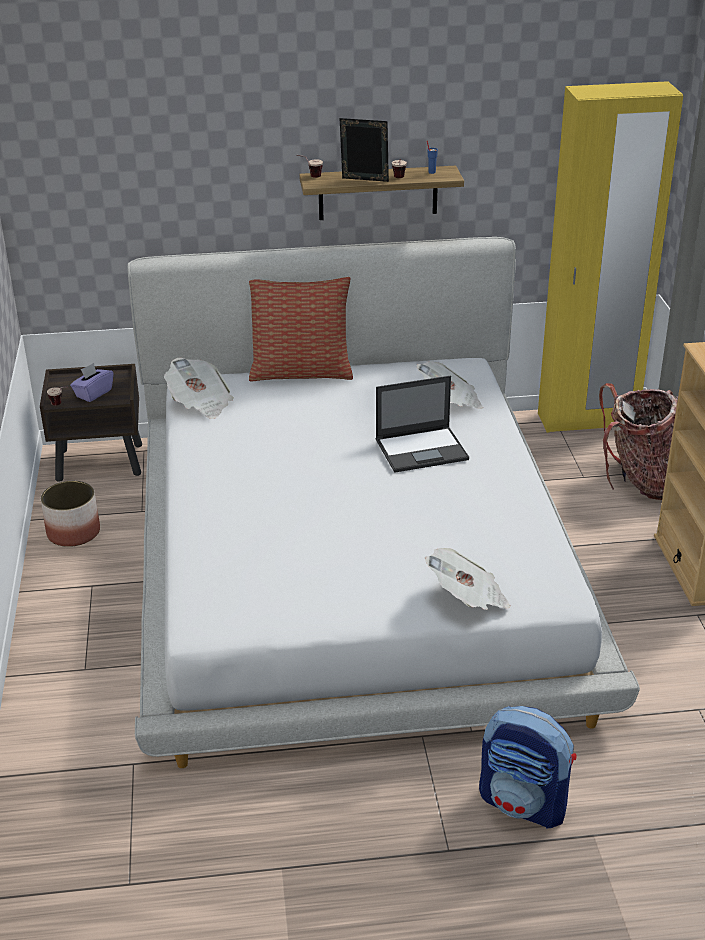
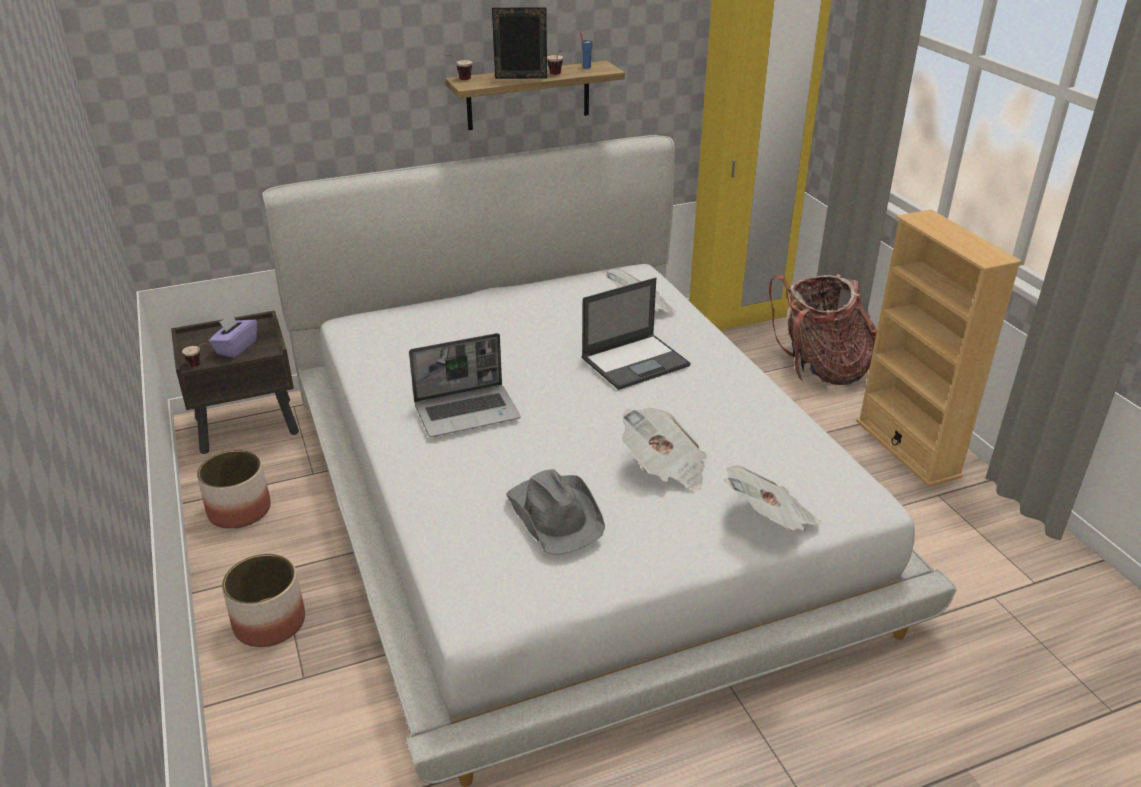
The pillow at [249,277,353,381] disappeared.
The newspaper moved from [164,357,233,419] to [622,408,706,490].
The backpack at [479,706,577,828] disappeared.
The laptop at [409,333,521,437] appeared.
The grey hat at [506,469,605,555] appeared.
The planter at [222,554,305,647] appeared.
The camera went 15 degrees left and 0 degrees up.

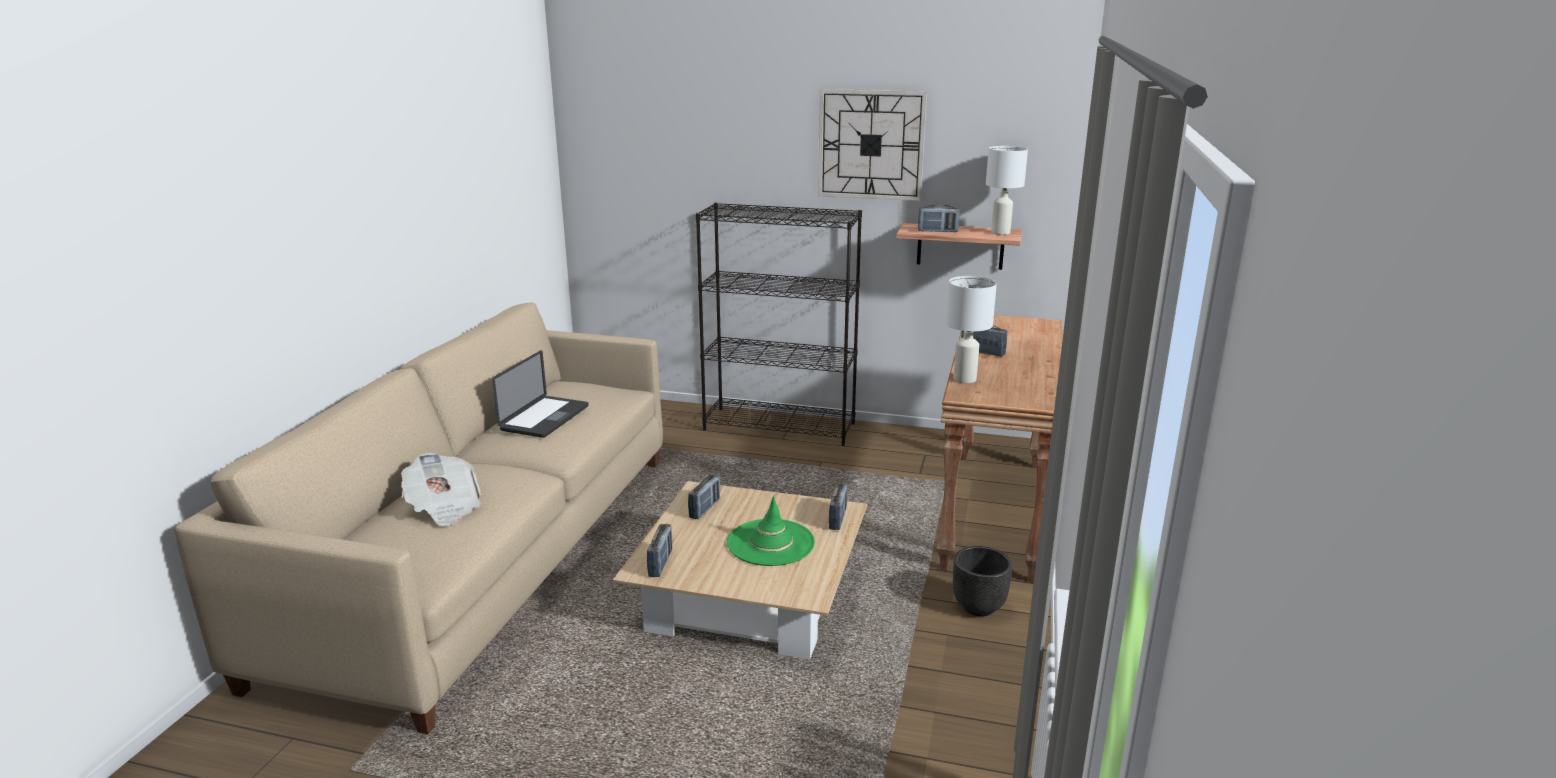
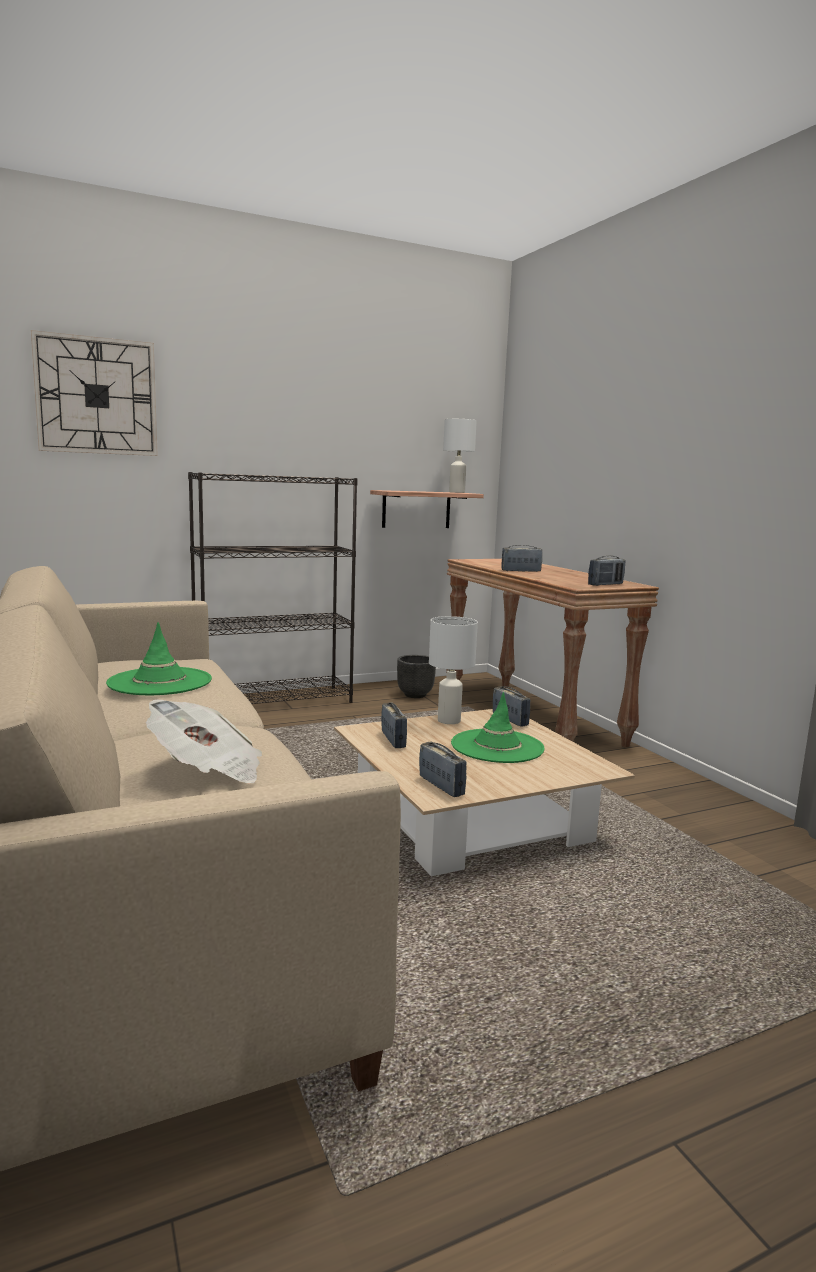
The wall clock moved from [818,89,927,201] to [31,330,158,456].
The radio moved from [918,205,960,232] to [588,555,625,586].
The white table lamp moved from [946,276,997,383] to [429,616,478,724].
The laptop at [492,350,589,438] was replaced by the green hat at [106,622,212,695].
The black planter moved from [953,546,1013,616] to [397,655,436,698].
The camera went 40 degrees left and 10 degrees down.

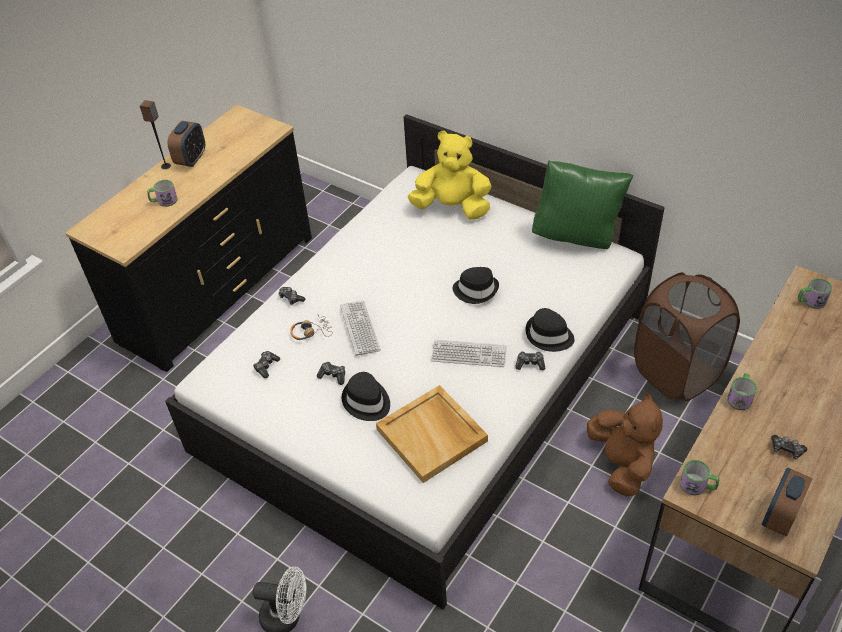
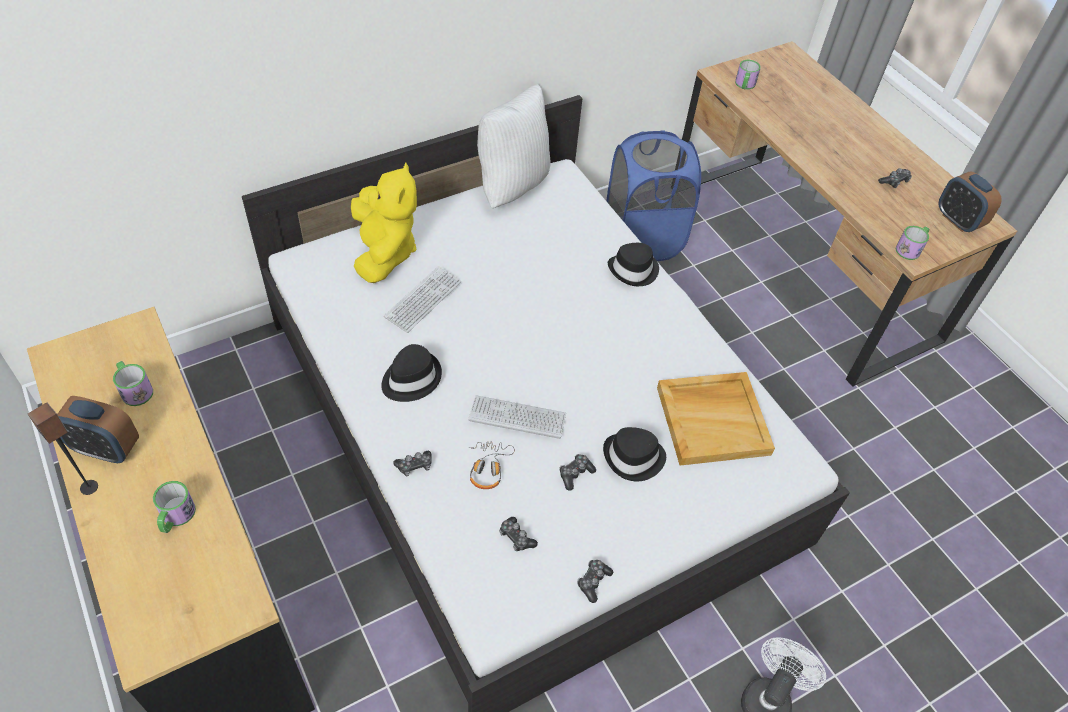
The alarm clock at [167,121,205,167] turned 150 degrees clockwise.
The yellow plush toy at [408,131,491,219] turned 135 degrees clockwise.
The green pillow at [532,160,633,249] became the white pillow at [477,84,551,208].
The black hat moved from [453,267,499,304] to [381,344,442,402].
The brown laundry basket at [634,272,740,401] became the blue laundry basket at [606,130,701,261].
The keyboard moved from [431,340,507,367] to [384,266,461,333].
The game controller moved from [515,351,545,370] to [577,560,613,603].
The mug moved from [727,373,757,410] to [113,361,153,406].
The brown plush toy at [587,393,663,496] disappeared.
The camera went 70 degrees left and 5 degrees up.

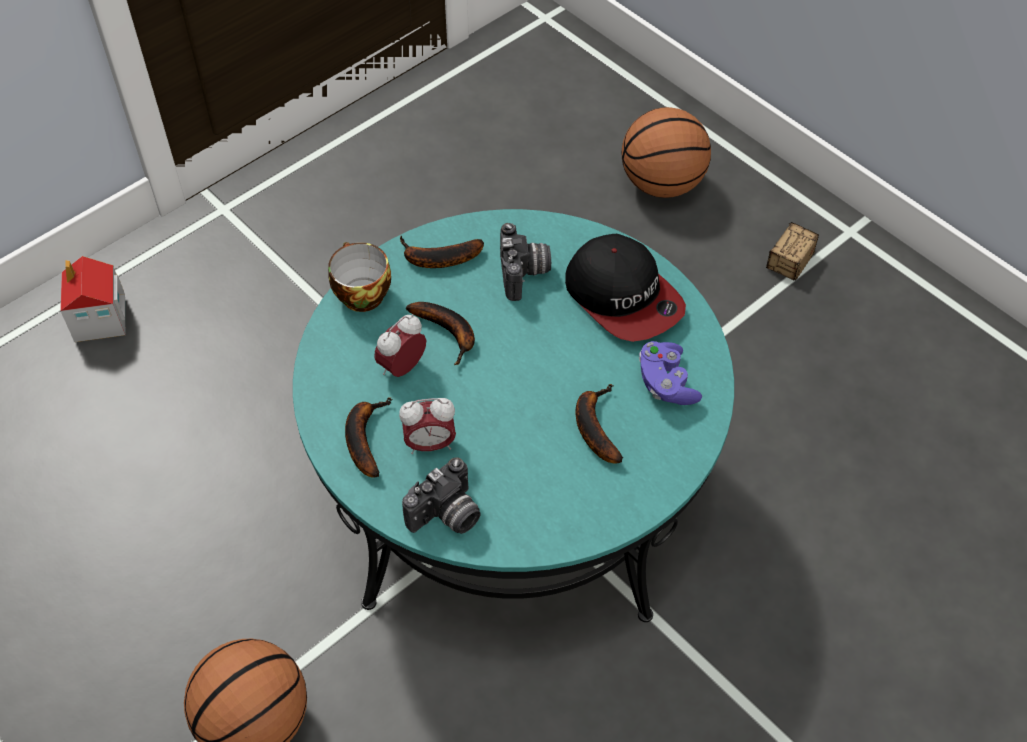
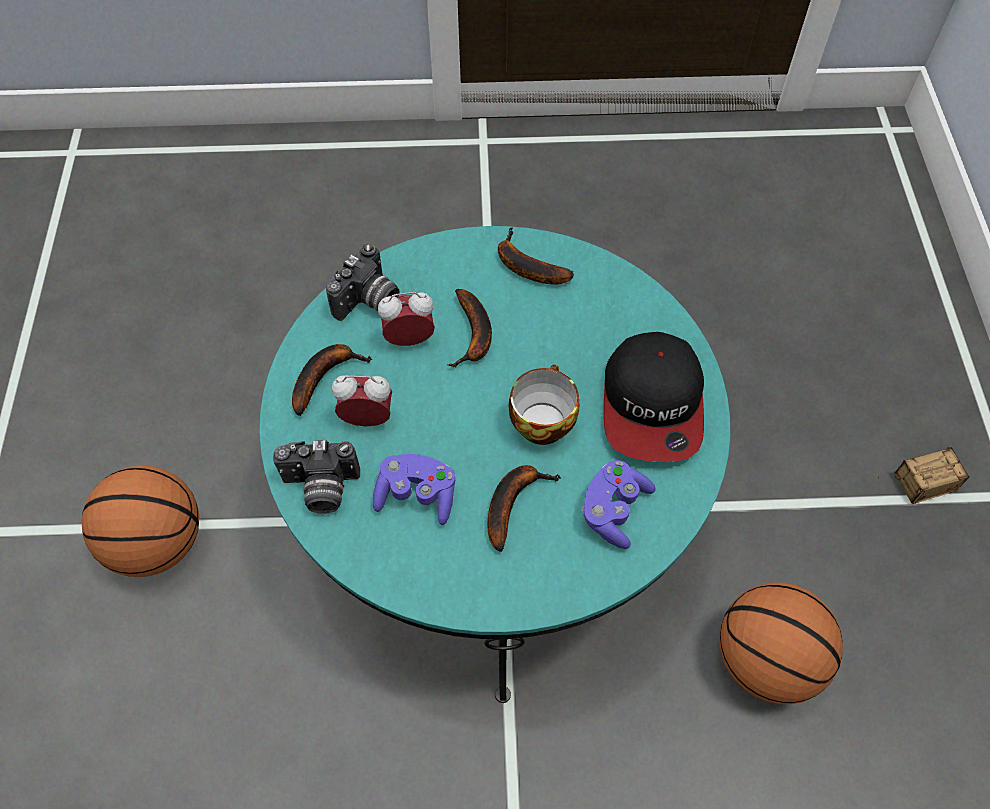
The basketball moved from [622,107,711,198] to [719,582,843,704].
The photo camera moved from [500,223,551,301] to [326,243,400,321].
The cup moved from [328,242,391,312] to [509,364,579,445].
The toy house at [60,256,125,342] disappeared.
The alarm clock at [399,398,456,454] turned 150 degrees clockwise.
The purple game controller at [373,454,455,525] appeared.
The camera went 40 degrees right and 5 degrees up.

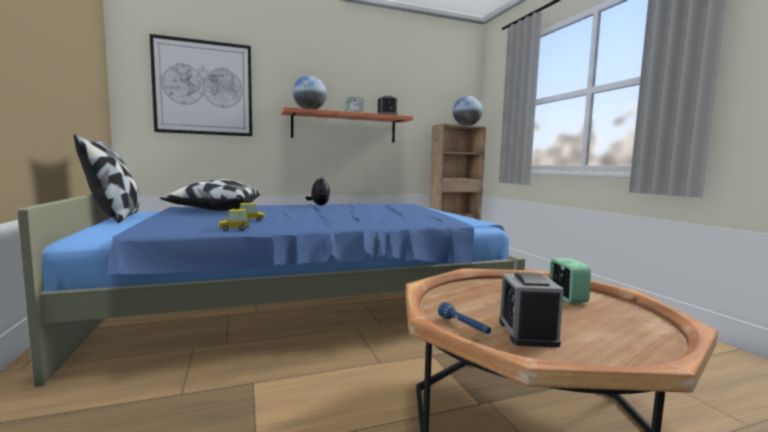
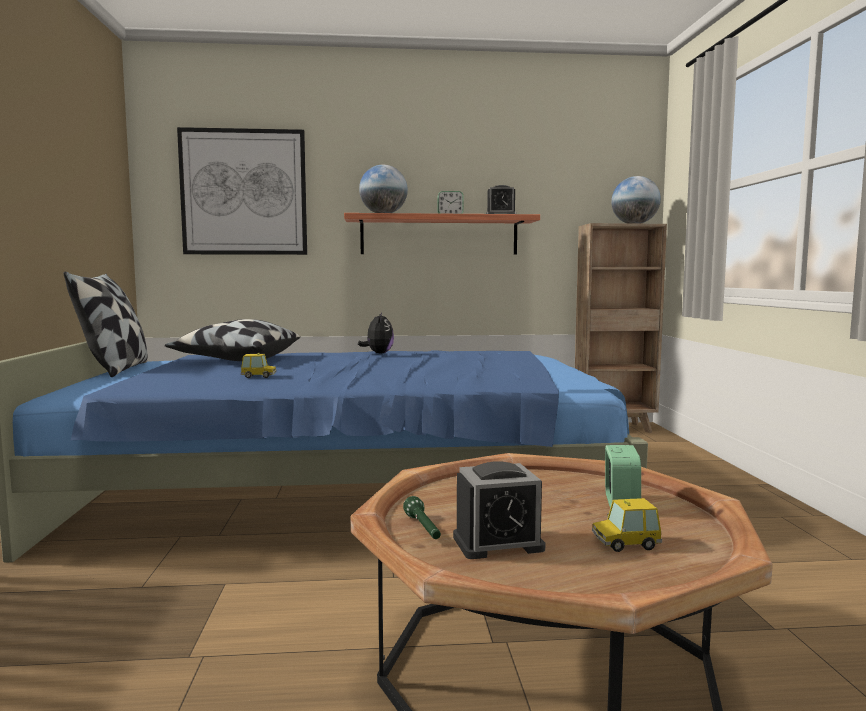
The toy car moved from [218,208,249,231] to [592,498,662,552].
The alarm clock at [499,273,564,347] turned 120 degrees counterclockwise.
The blue flashlight at [438,302,491,334] became the green flashlight at [403,496,441,539].
The camera went 15 degrees right and 0 degrees up.

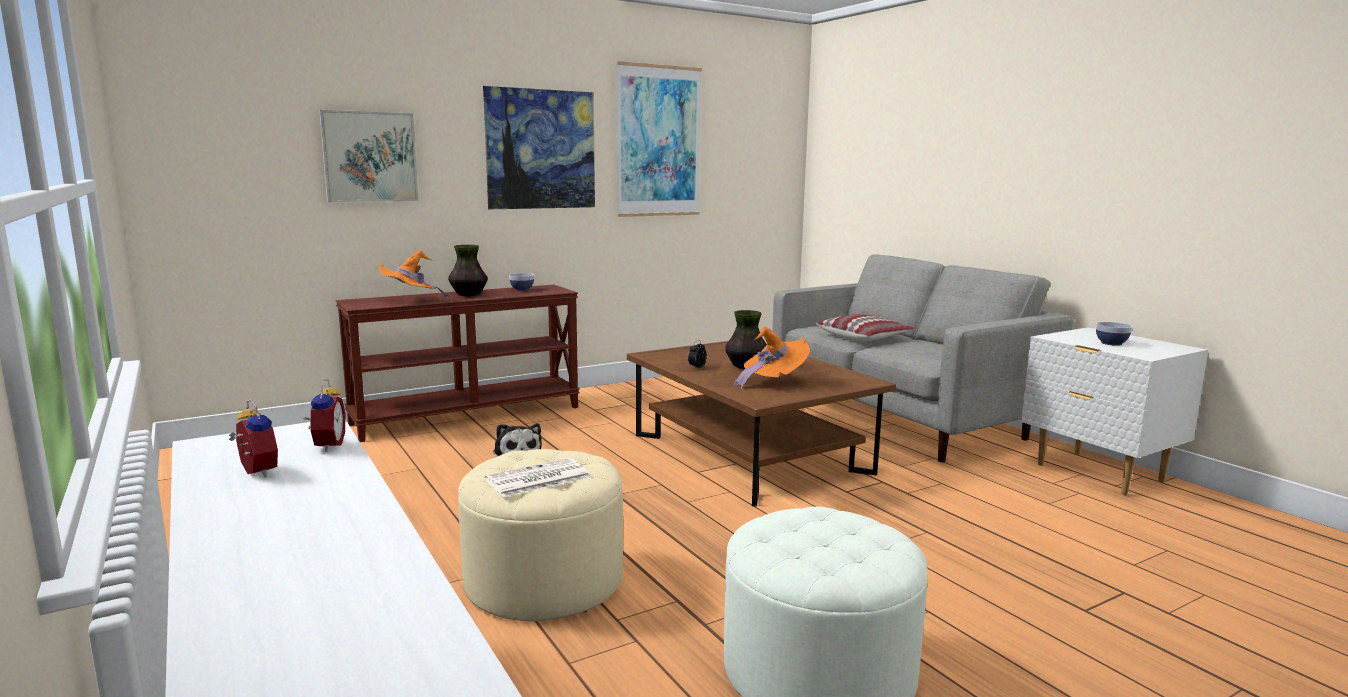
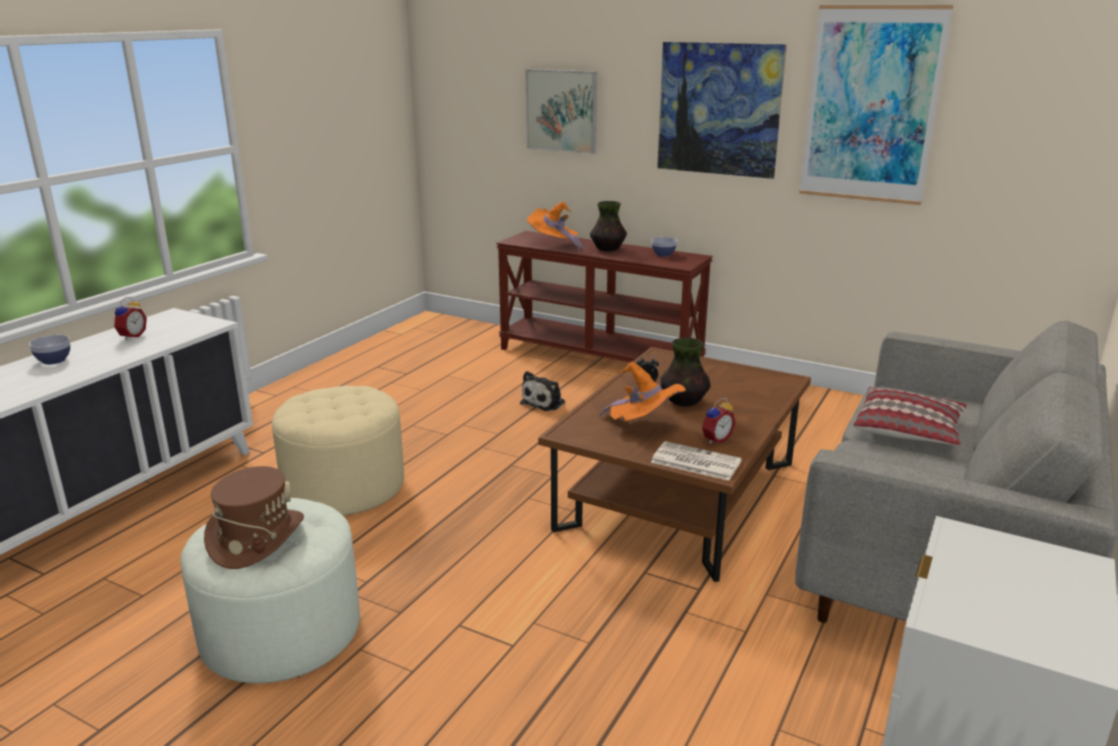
The bowl moved from [1096,322,1132,346] to [29,335,70,365].
The alarm clock moved from [304,379,345,452] to [702,398,736,444].
The newspaper moved from [485,458,591,497] to [651,441,742,481].
The brown hat at [204,466,304,569] appeared.
The camera went 60 degrees right and 10 degrees up.

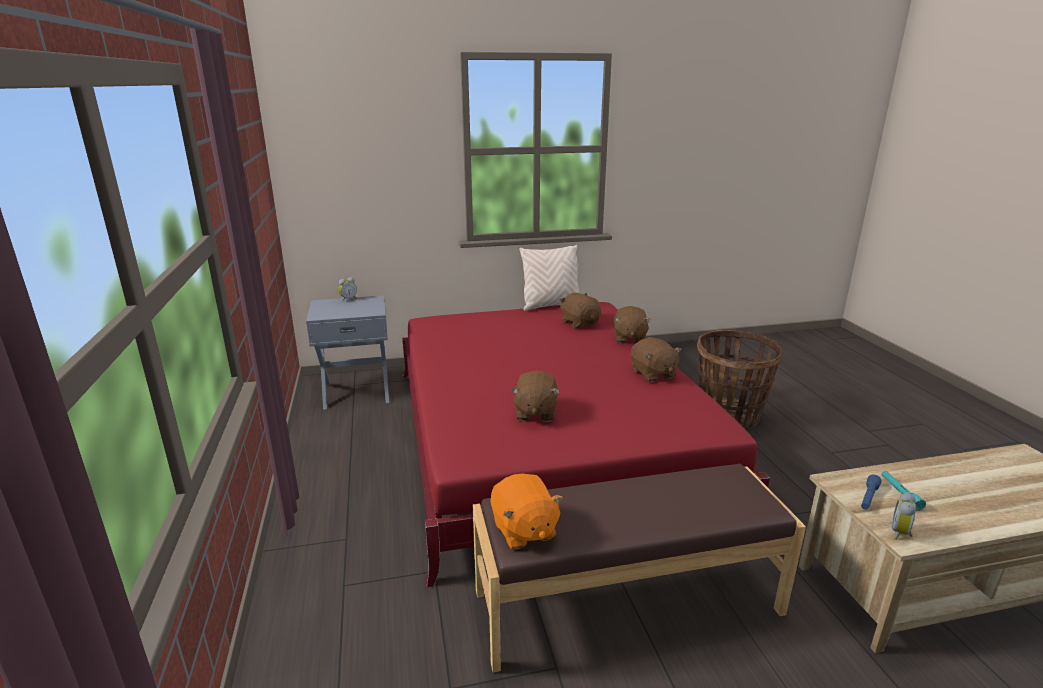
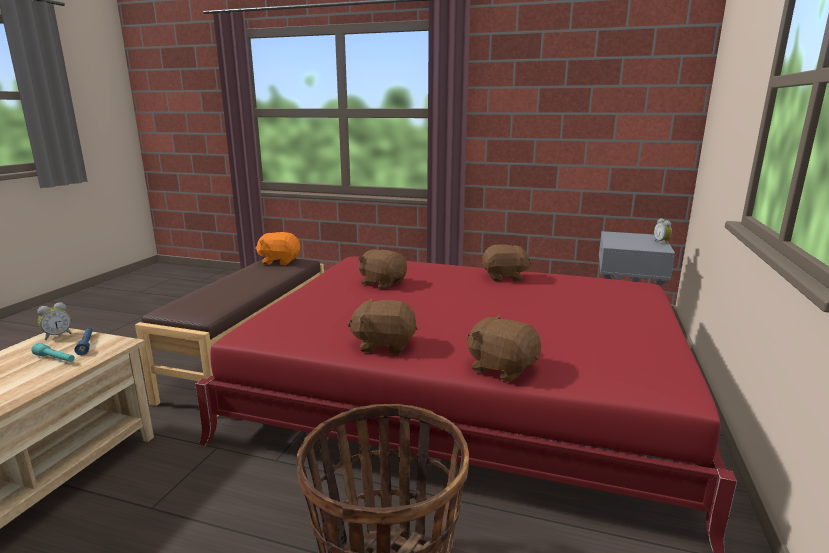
The beige pillow at [519,245,579,311] disappeared.
The brown plush toy moved from [560,293,601,328] to [481,244,532,282].
The alarm clock at [892,493,916,540] turned 75 degrees clockwise.
The camera went 120 degrees right and 5 degrees down.

